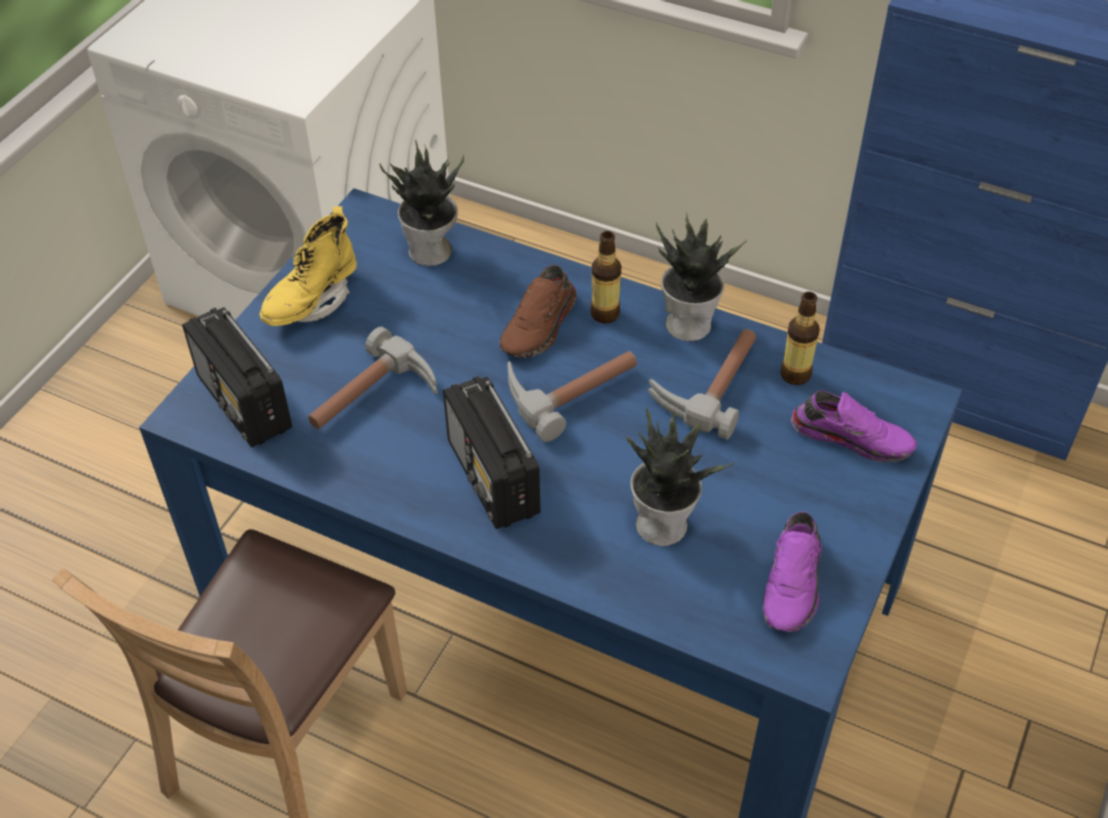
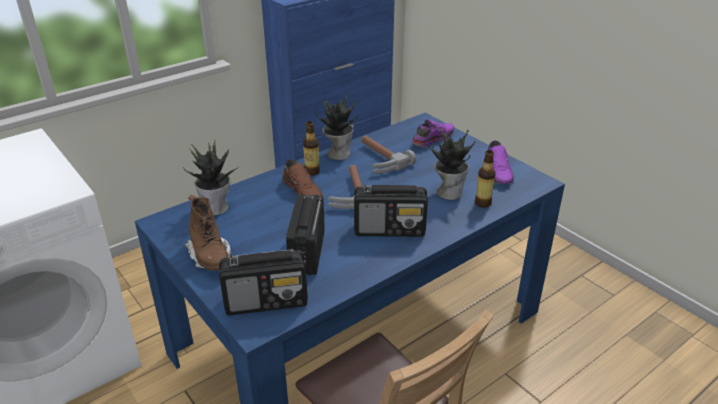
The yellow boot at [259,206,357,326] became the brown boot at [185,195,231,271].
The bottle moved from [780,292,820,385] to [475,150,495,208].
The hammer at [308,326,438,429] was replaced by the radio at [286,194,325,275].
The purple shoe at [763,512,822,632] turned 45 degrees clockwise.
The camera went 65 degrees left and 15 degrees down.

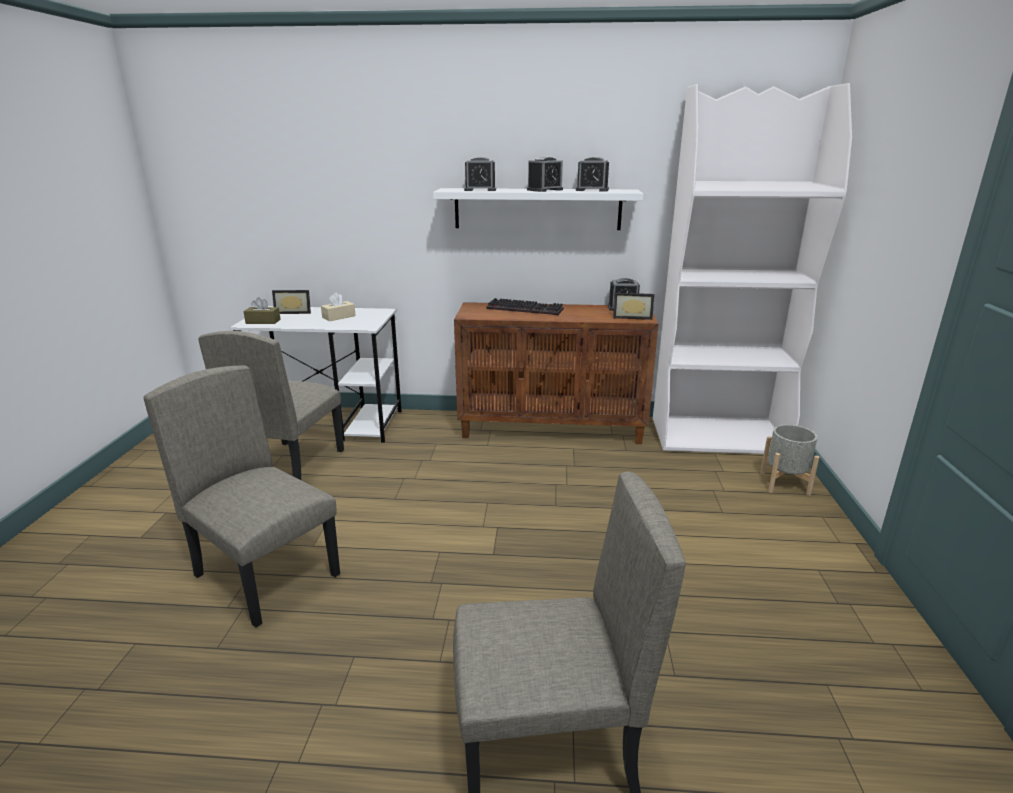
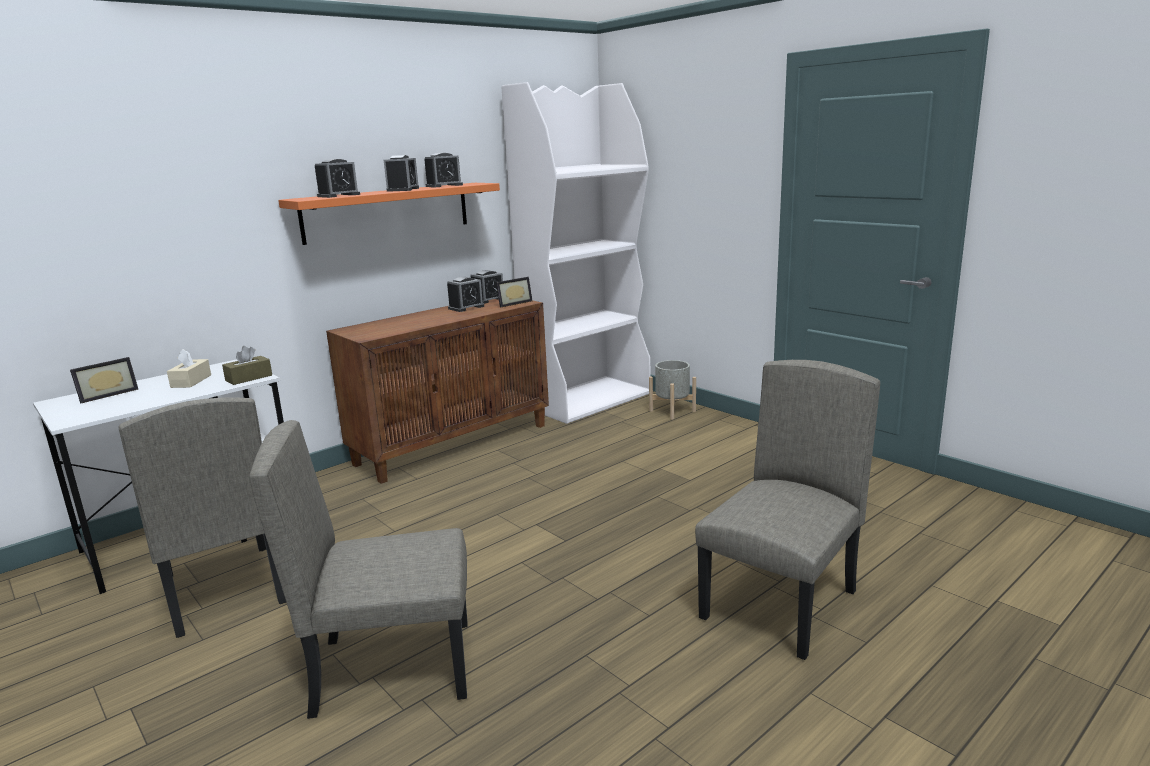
The white shelf at [433,188,643,230] became the orange shelf at [278,183,500,245].
The brown tissue box moved from [243,297,281,324] to [222,346,272,385].
The keyboard at [486,298,564,315] disappeared.
The alarm clock at [447,277,484,312] appeared.
The camera went 45 degrees left and 5 degrees down.

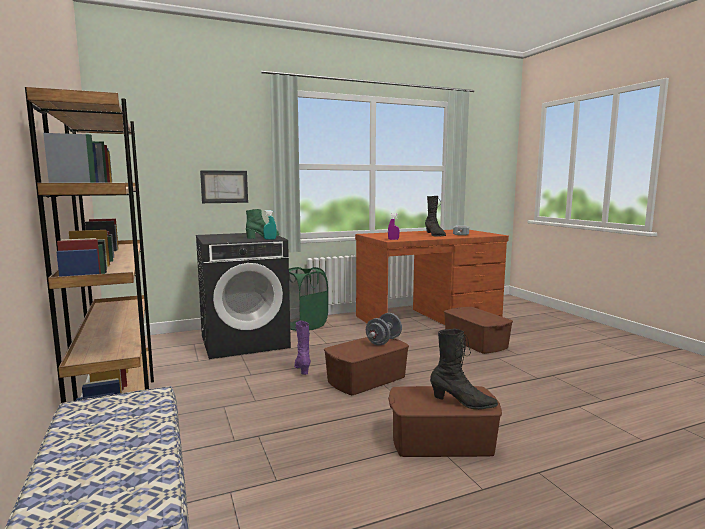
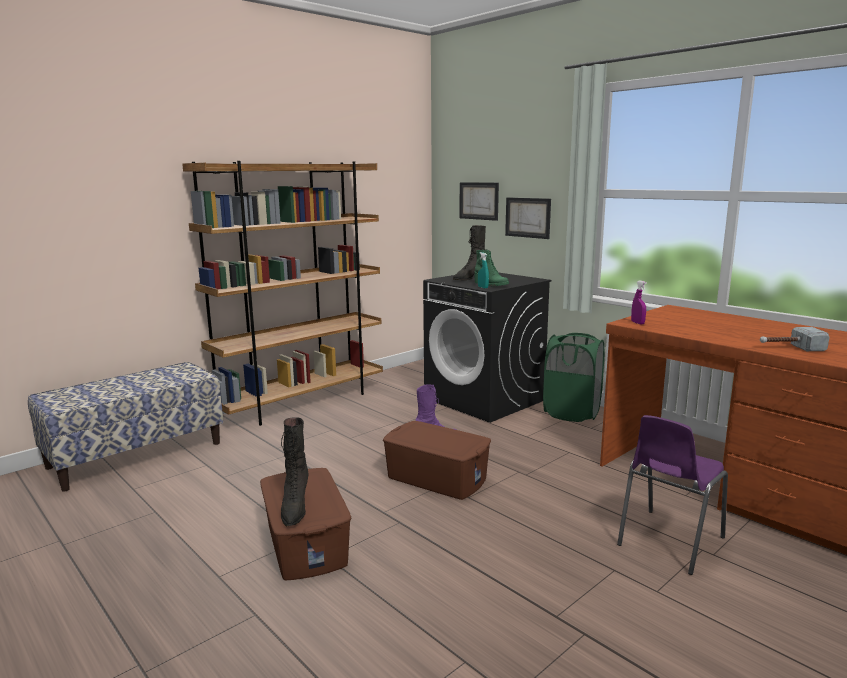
The black boot moved from [425,196,446,236] to [453,225,486,280].
The brown storage box at [444,307,513,354] was replaced by the purple chair at [617,415,728,575].
The grey dumbbell at [366,313,402,346] disappeared.
The picture at [459,182,499,221] appeared.
The camera went 70 degrees right and 5 degrees up.

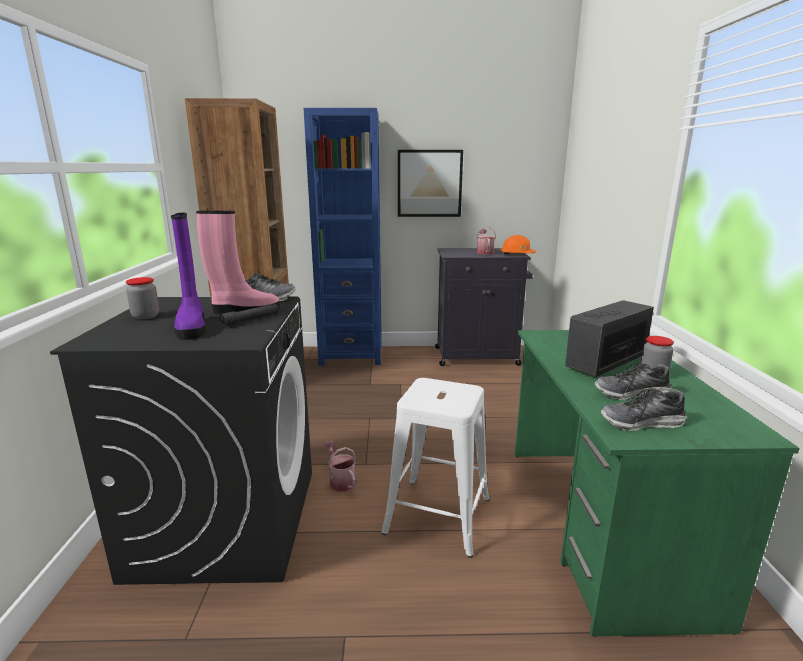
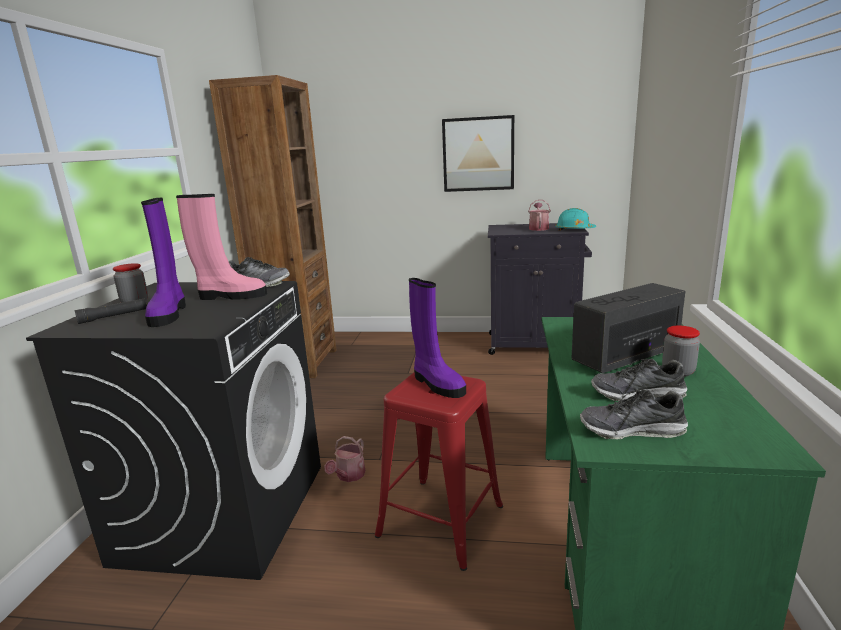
The blue bookcase at [304,108,382,365] disappeared.
The orange hard hat at [501,235,536,255] became the turquoise hard hat at [555,208,596,231].
The black flashlight moved from [220,304,279,327] to [74,299,147,324].
The white stool at [381,378,490,558] became the red stool at [375,373,503,571].
The watering can at [323,441,357,491] turned 135 degrees counterclockwise.
The purple boot at [409,278,466,398] appeared.
The camera went 10 degrees right and 0 degrees up.

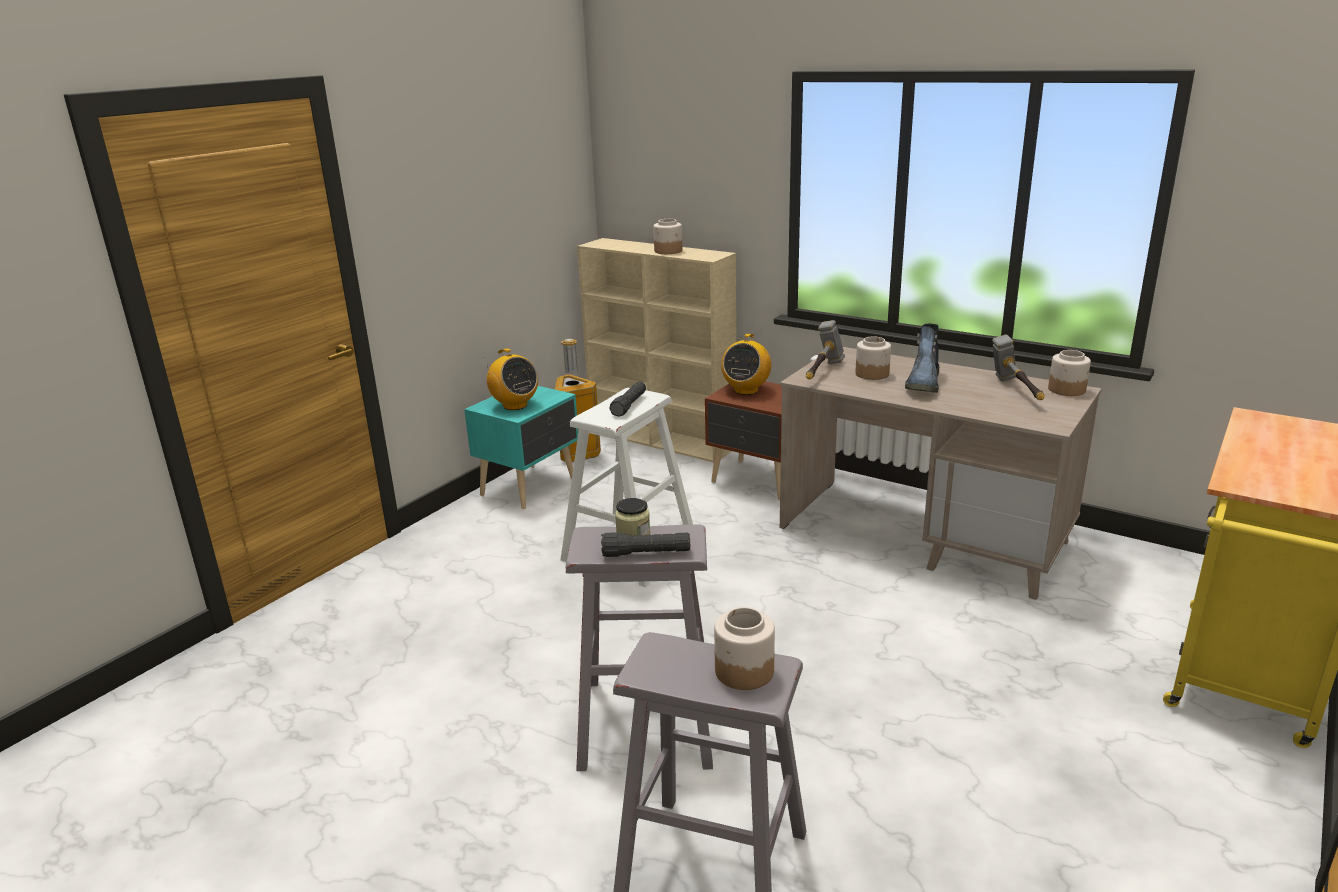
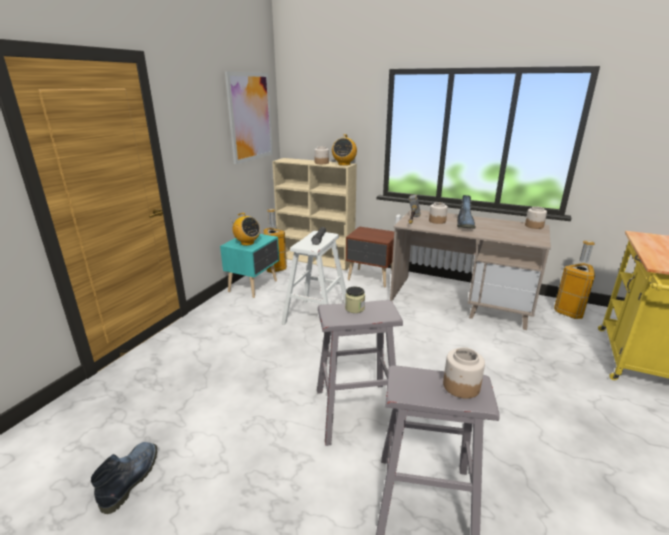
The radio moved from [721,334,771,395] to [332,134,357,166].
The hammer at [992,334,1045,400] disappeared.
The black flashlight at [601,532,690,557] disappeared.
The picture at [225,71,273,164] appeared.
The trash can at [554,240,595,319] appeared.
The boot at [91,442,157,514] appeared.
The camera went 10 degrees left and 0 degrees up.

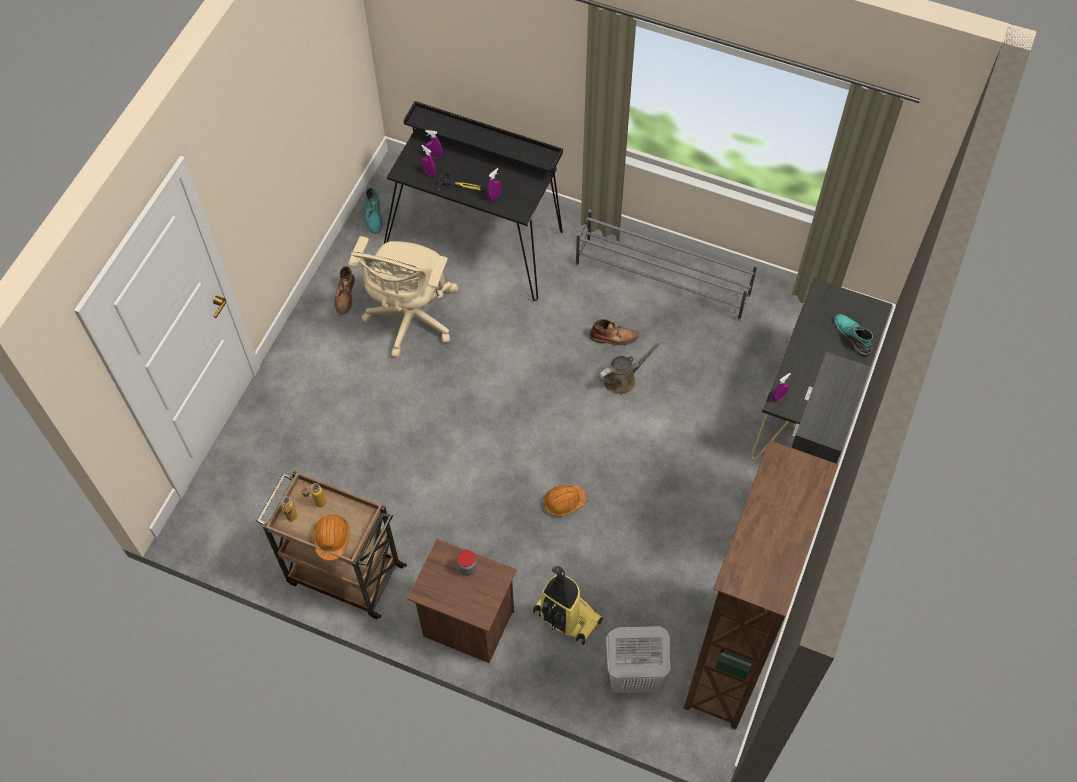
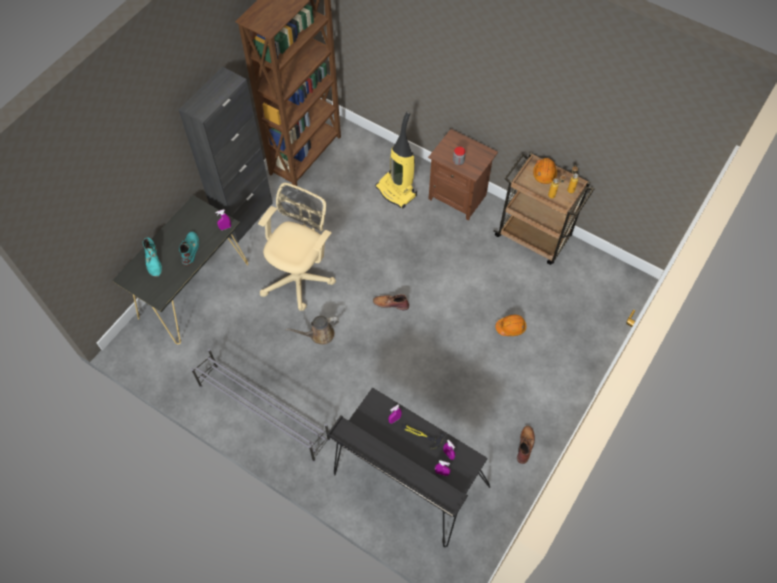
The turquoise boot moved from [365,187,383,234] to [179,232,199,266].
The beige office chair moved from [349,236,458,358] to [258,183,336,311].
The brown boot moved from [589,319,639,345] to [373,294,409,310].
The orange hard hat moved from [543,485,586,516] to [495,315,527,336].
The white laundry basket at [606,626,670,693] disappeared.
The camera went 170 degrees left and 0 degrees up.

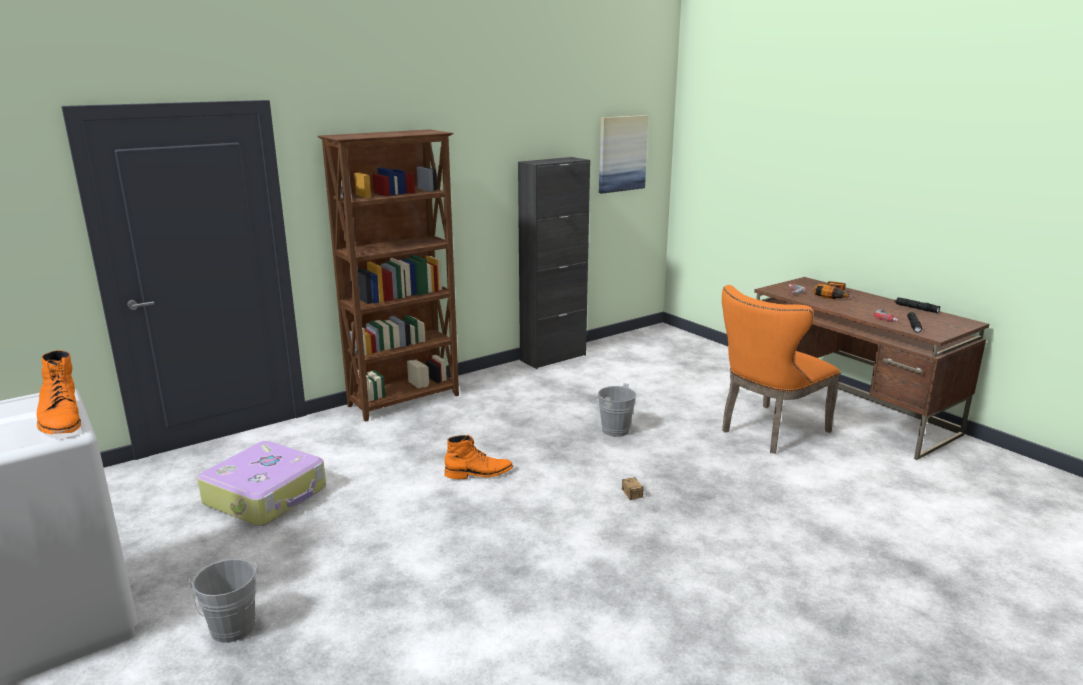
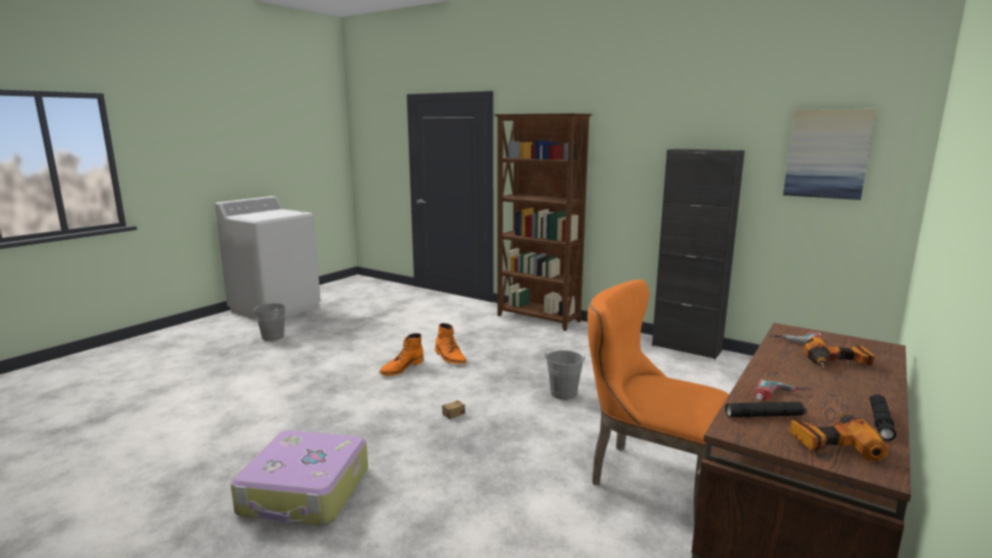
The orange boot moved from [36,350,81,435] to [379,333,424,376].
The suitcase moved from [197,441,326,526] to [231,430,368,526].
The power drill at [790,408,889,461] appeared.
The camera went 70 degrees right and 5 degrees down.

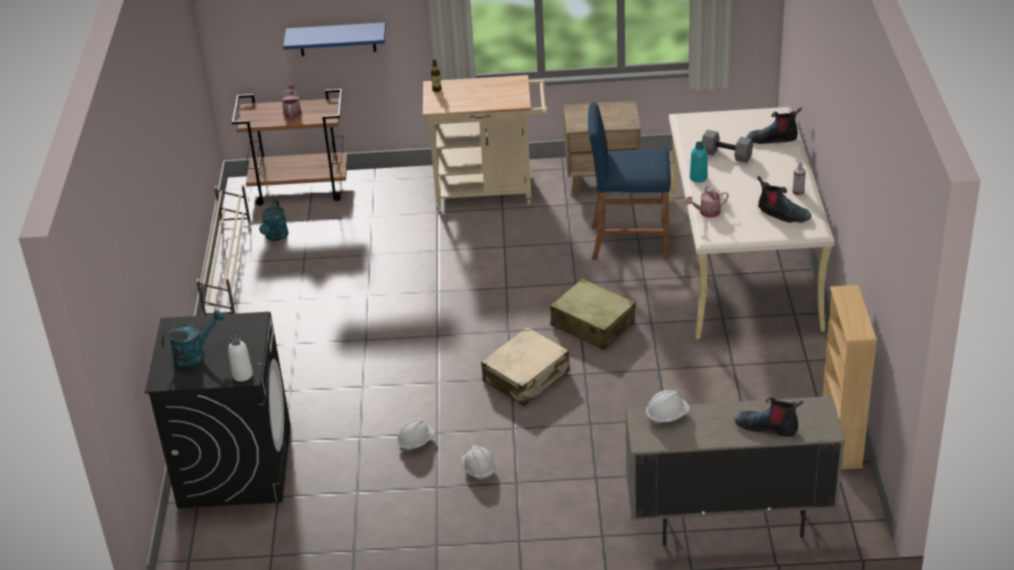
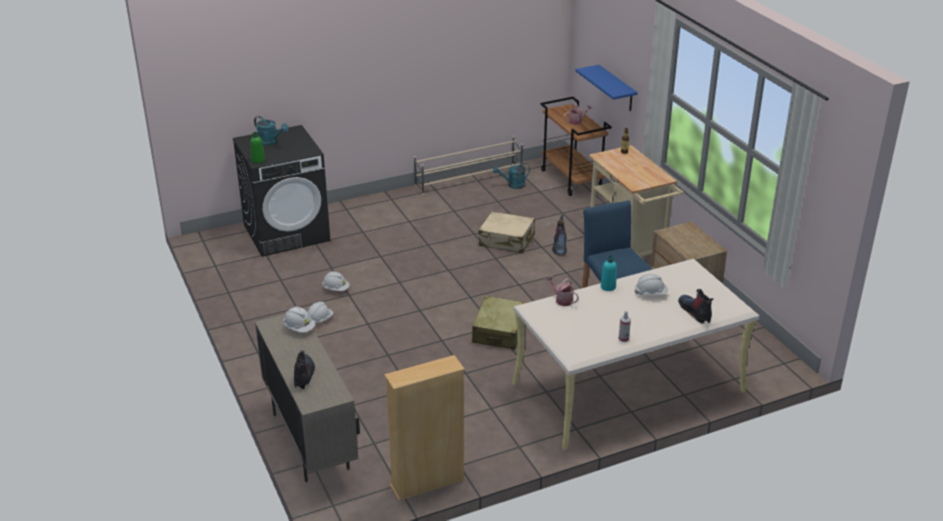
The grey dumbbell at [702,130,753,163] was replaced by the white hard hat at [635,274,668,295].
The boot moved from [757,176,811,223] to [552,215,567,255].
The beige suitcase moved from [481,327,570,406] to [478,212,535,253].
The white bottle at [228,335,253,382] became the green bottle at [250,132,265,163].
The camera went 65 degrees right and 5 degrees down.

